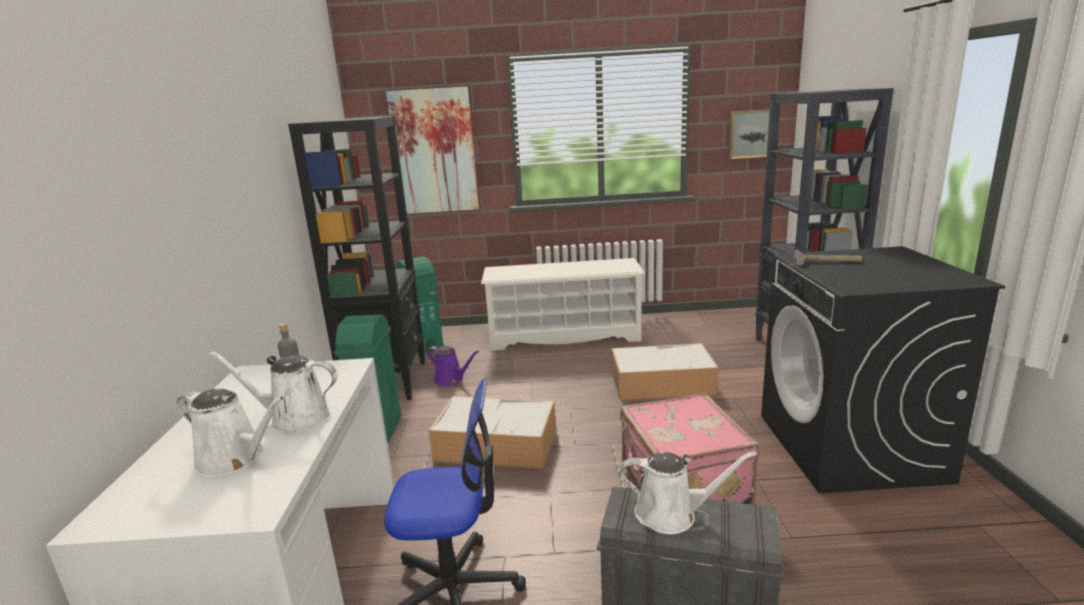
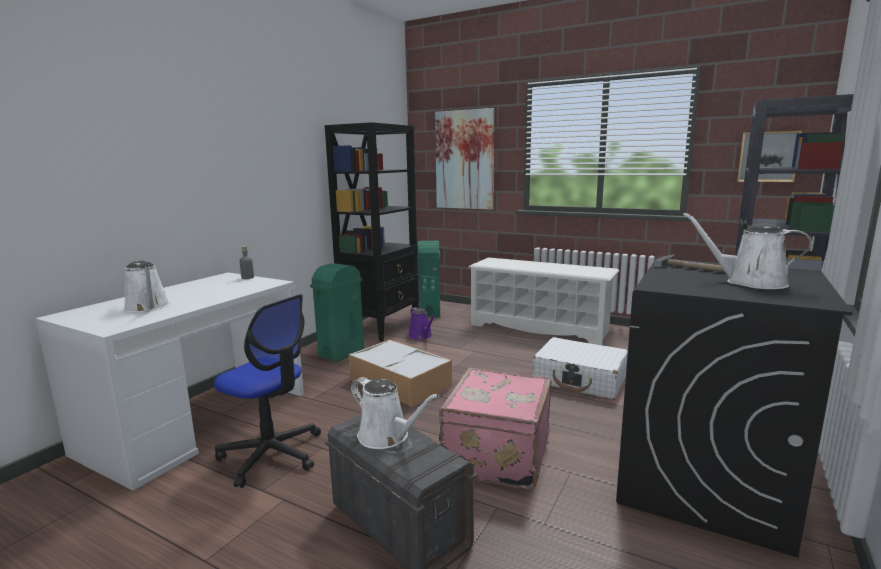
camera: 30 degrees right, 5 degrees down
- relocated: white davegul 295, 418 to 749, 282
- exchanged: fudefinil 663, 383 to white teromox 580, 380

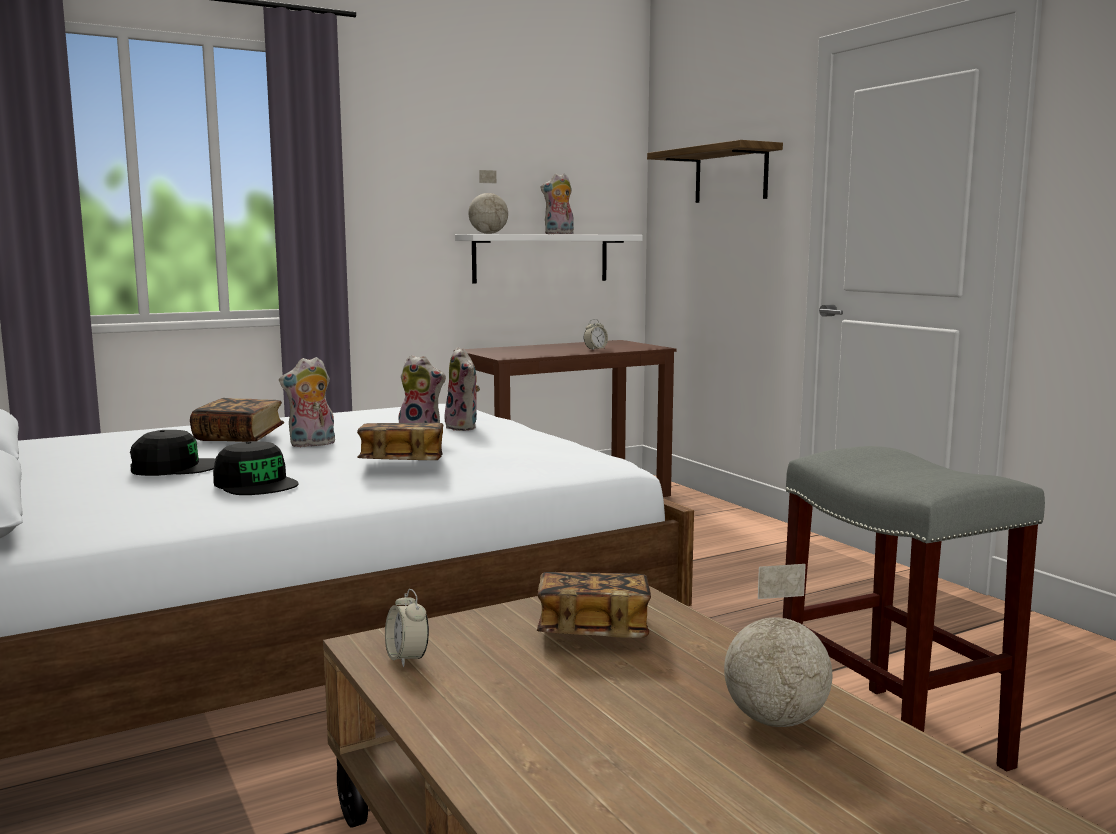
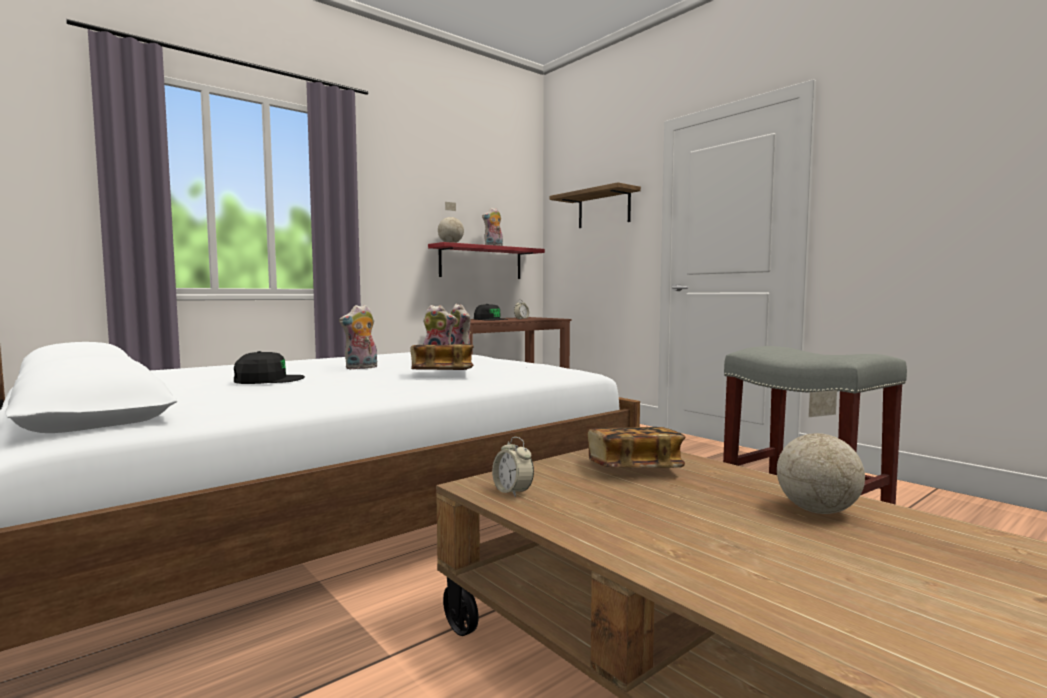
camera: 10 degrees left, 5 degrees down
- missing: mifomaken 239, 438
- relocated: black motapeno 256, 484 to 490, 319
- colour: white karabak 541, 258 to red karabak 481, 262

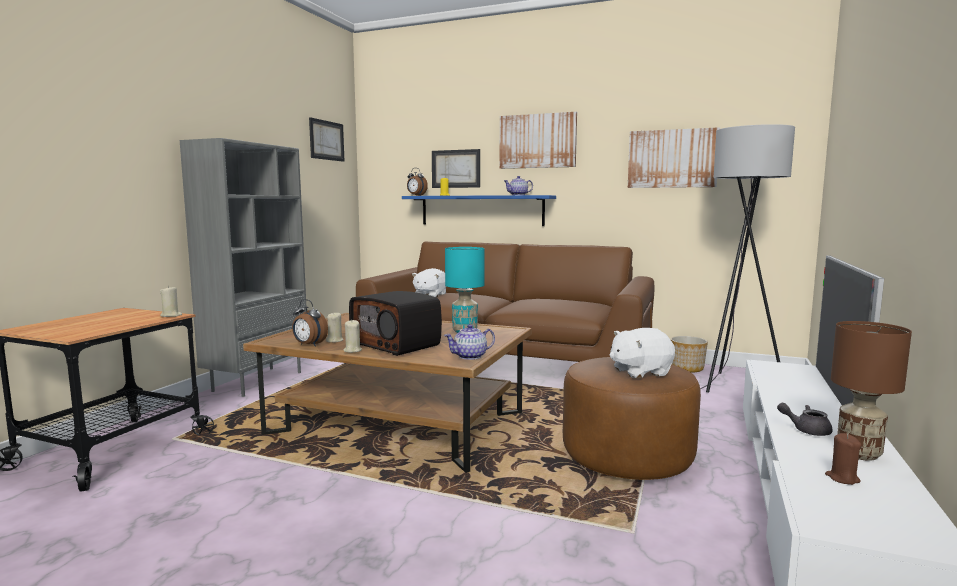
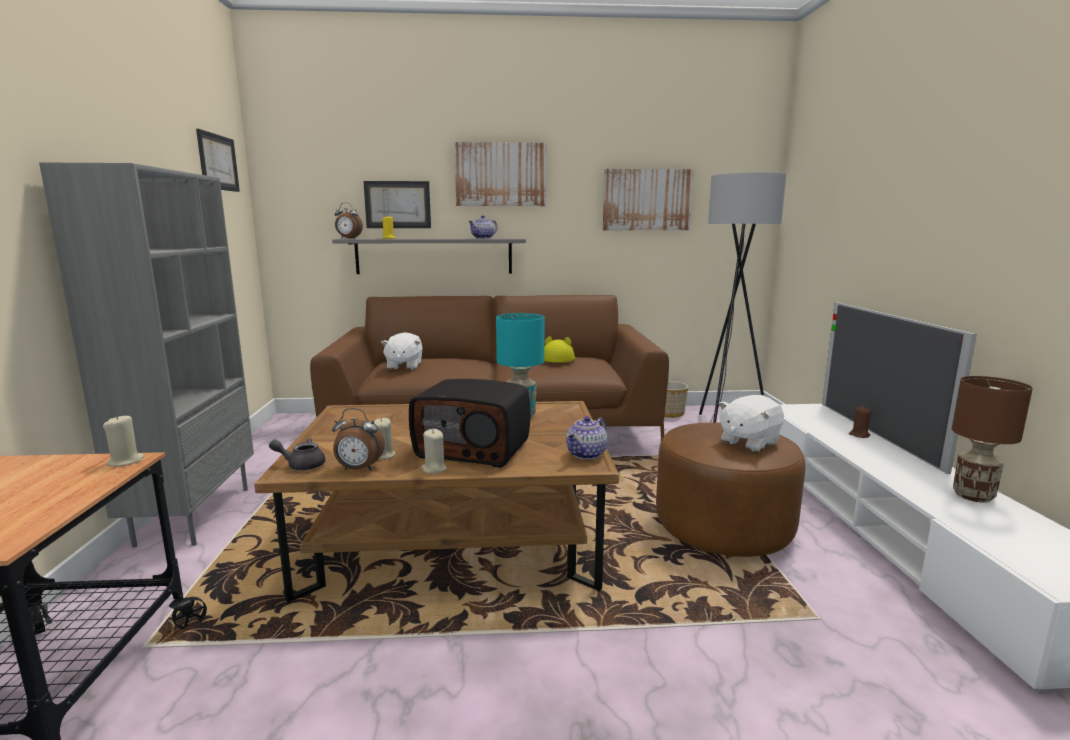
camera: 25 degrees left, 5 degrees up
- appeared: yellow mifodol 558, 358
- relocated: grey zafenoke 806, 430 to 301, 465
- relocated: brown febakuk 842, 478 to 859, 435
- colour: blue karabak 481, 210 to grey karabak 434, 256

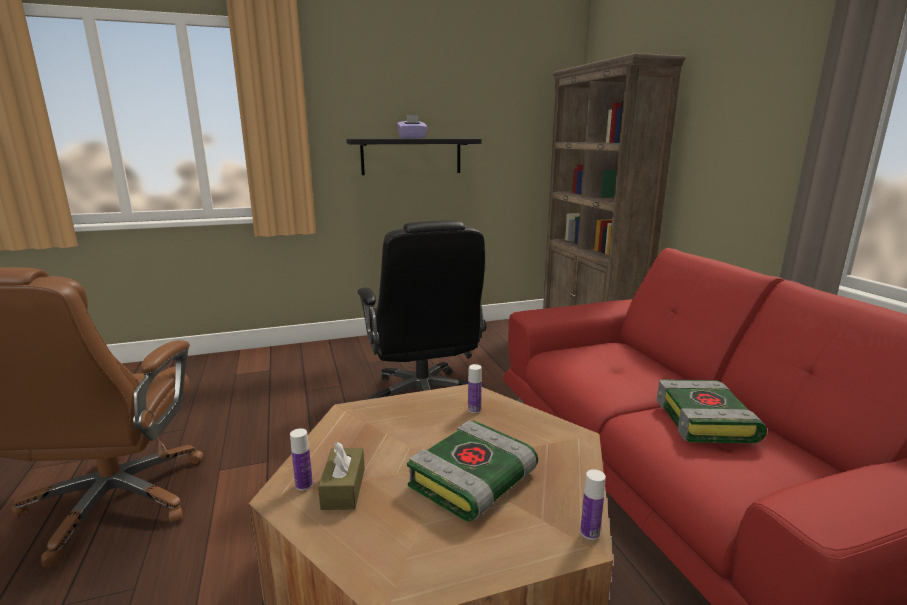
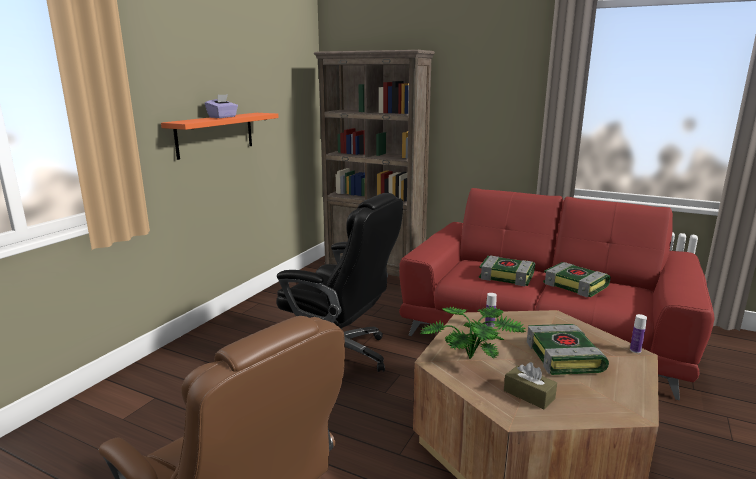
camera: 45 degrees left, 0 degrees up
- missing: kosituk 304, 485
- appeared: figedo 470, 361
- appeared: mifomaken 507, 276
- colour: black karabak 411, 156 to orange karabak 215, 134

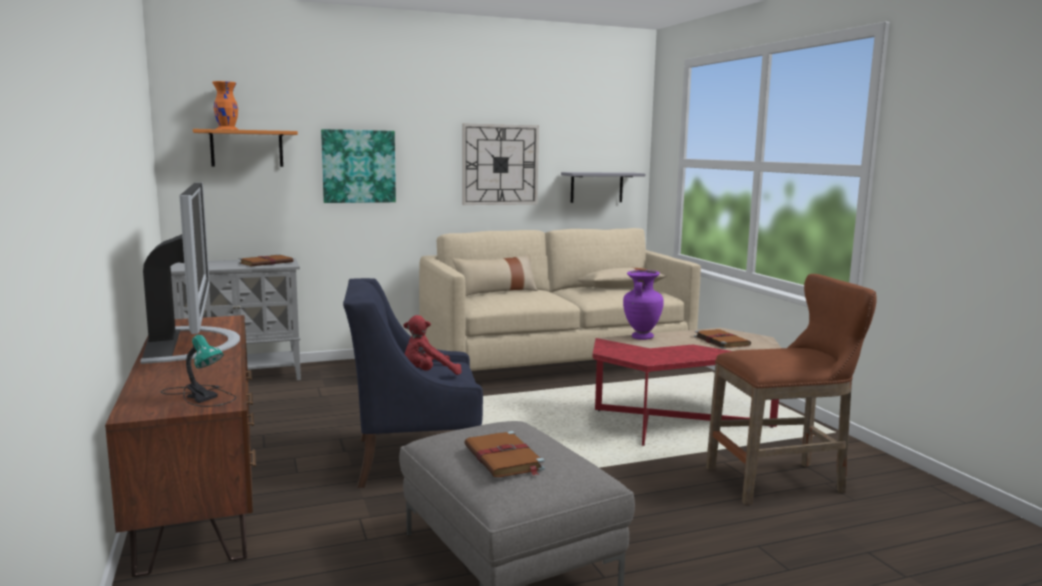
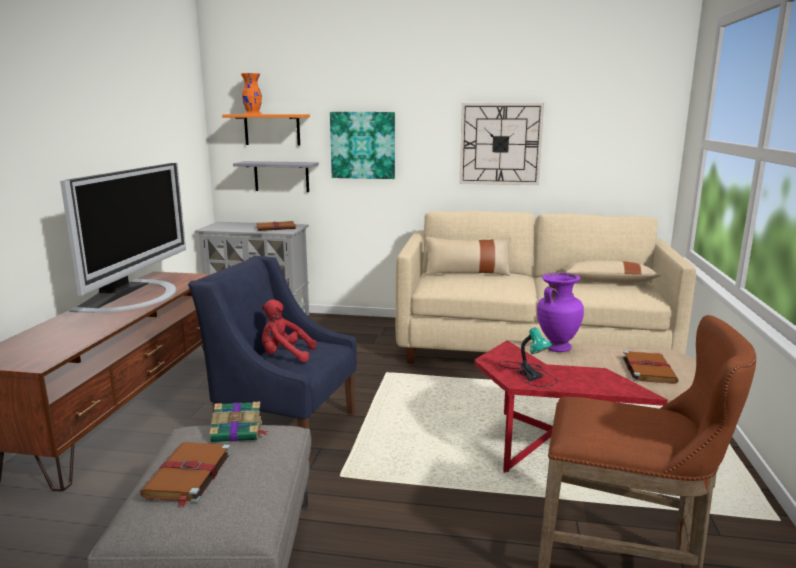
camera: 30 degrees right, 5 degrees up
- appeared: mifomaken 238, 432
- relocated: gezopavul 200, 396 to 529, 373
- relocated: grey karabak 596, 187 to 281, 176

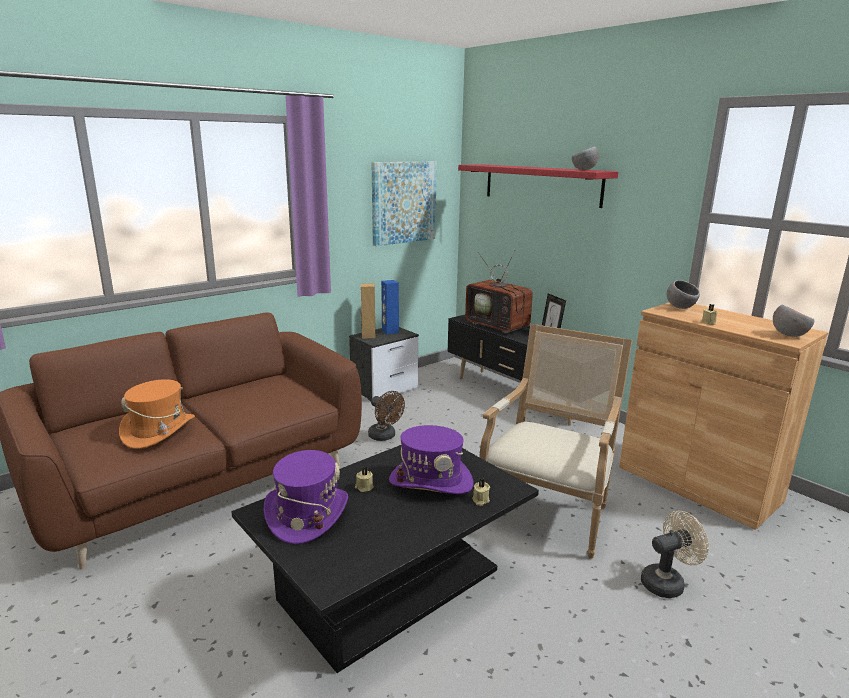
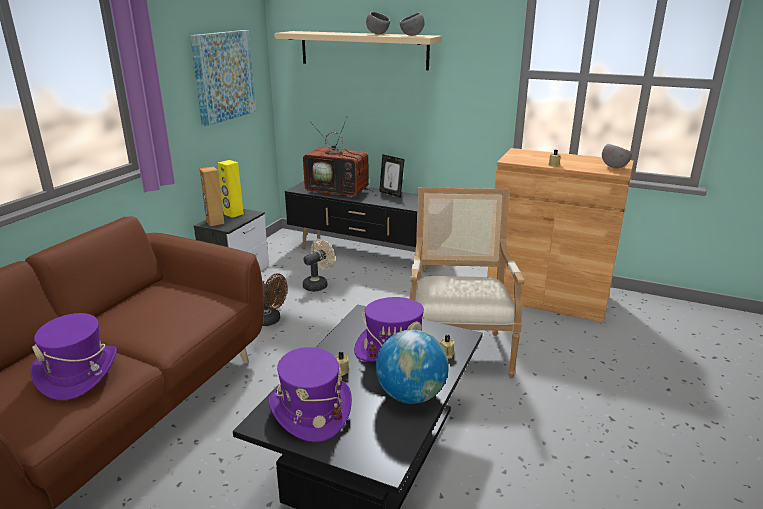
camera: 25 degrees left, 5 degrees up
- appeared: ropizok 411, 395
- relocated: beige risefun 667, 582 to 318, 284
- relocated: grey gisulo 680, 307 to 377, 34
- colour: orange mifodol 159, 431 to purple mifodol 78, 373
- colour: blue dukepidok 390, 331 to yellow dukepidok 233, 214
- colour: red karabak 541, 184 to beige karabak 363, 50

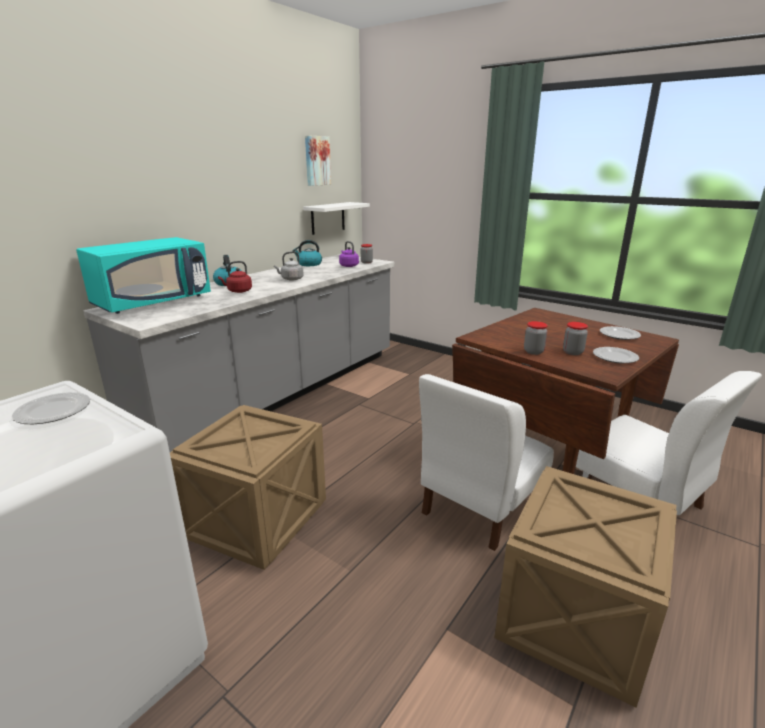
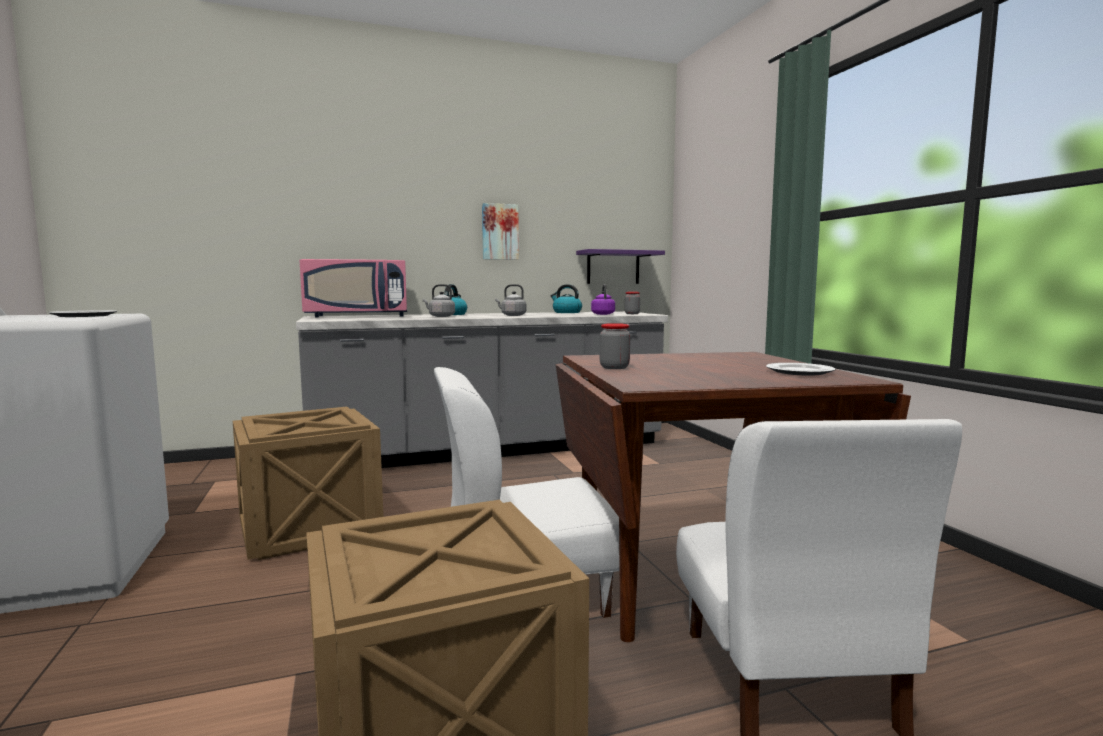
camera: 35 degrees right, 15 degrees down
- missing: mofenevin 572, 352
- missing: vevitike 614, 357
- relocated: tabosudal 316, 161 to 499, 232
- colour: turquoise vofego 153, 302 to pink vofego 358, 316
- colour: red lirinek 238, 291 to grey lirinek 440, 316
- colour: white karabak 328, 218 to purple karabak 613, 267

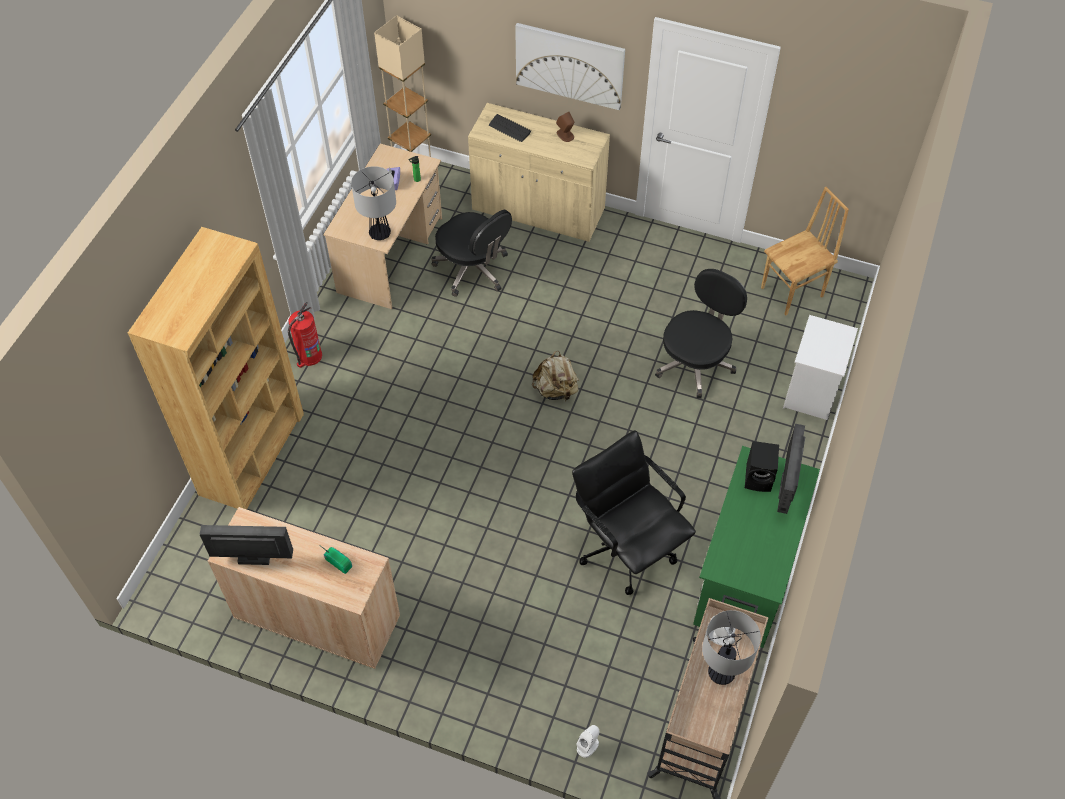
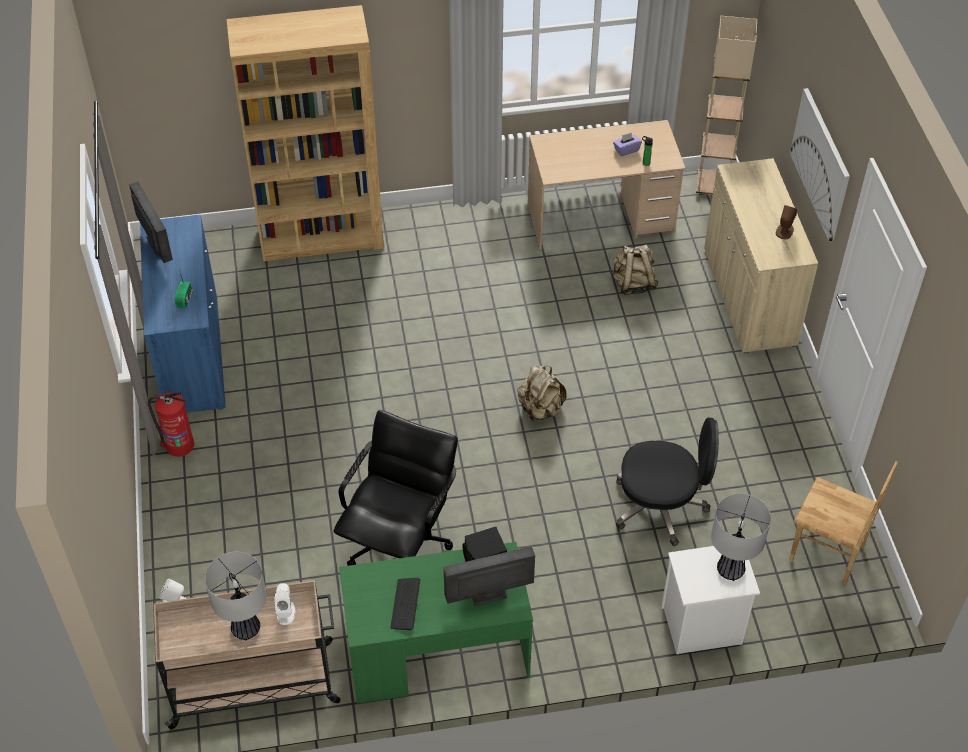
camera: 60 degrees right, 5 degrees down
- relocated: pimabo 309, 356 to 179, 445
- relocated: gezopavul 380, 234 to 730, 570
- relocated: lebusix 509, 129 to 405, 604
- exchanged: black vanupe 473, 270 to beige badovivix 633, 283
- colour: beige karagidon 317, 617 to blue karagidon 192, 356

